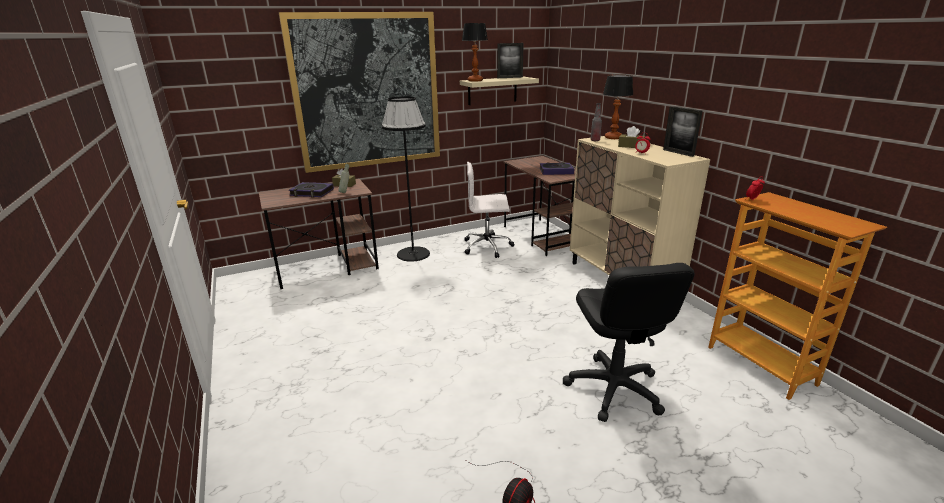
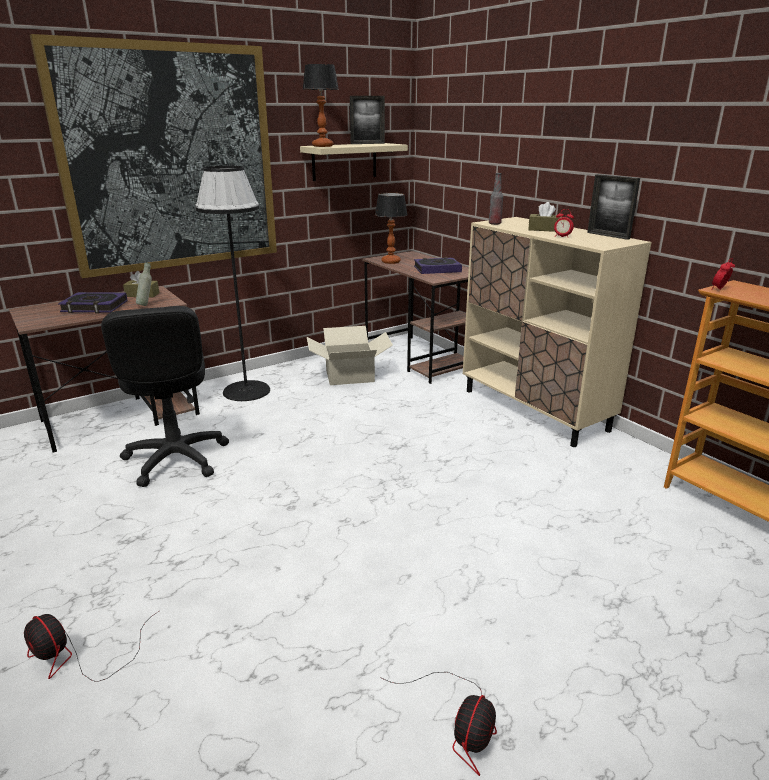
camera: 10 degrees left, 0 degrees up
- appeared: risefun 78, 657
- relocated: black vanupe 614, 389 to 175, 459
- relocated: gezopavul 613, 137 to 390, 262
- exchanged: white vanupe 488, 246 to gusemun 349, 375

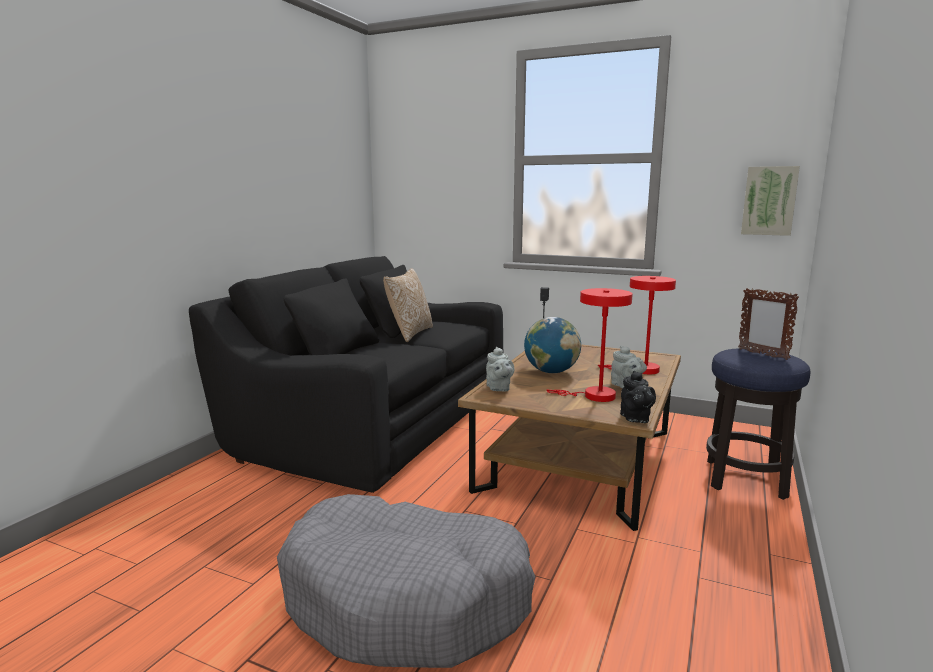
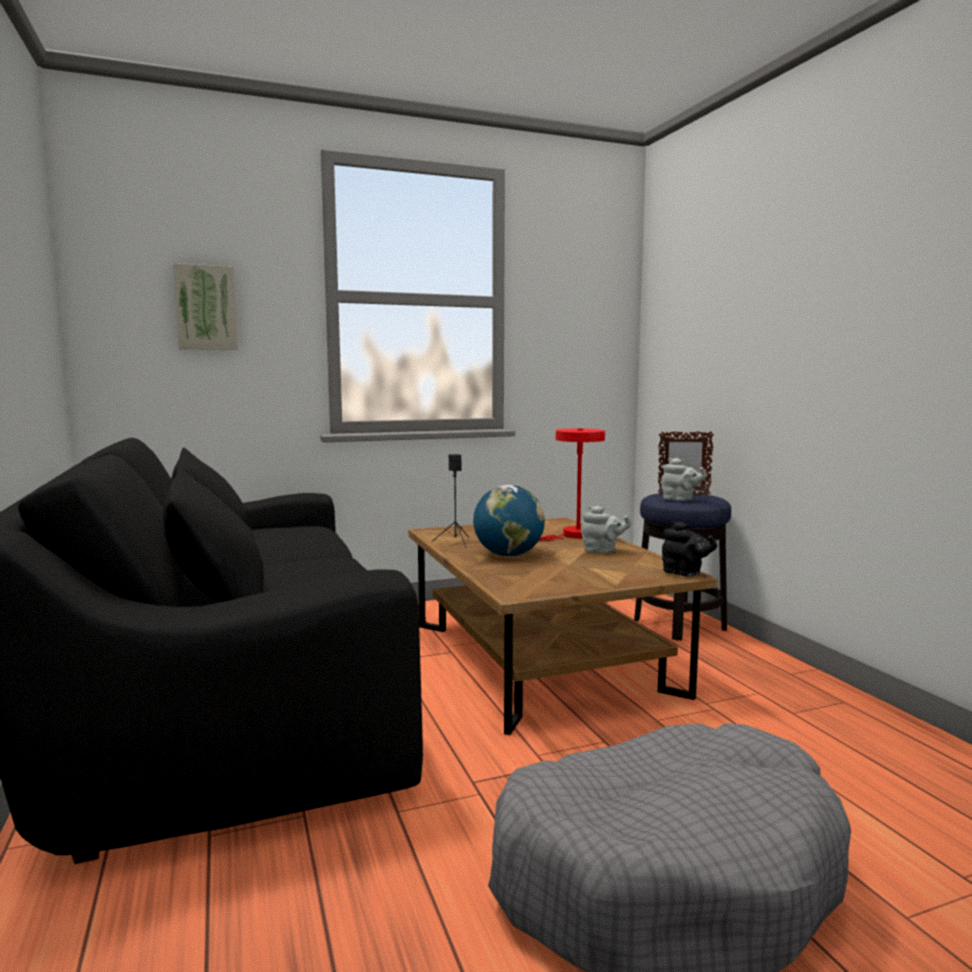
camera: 45 degrees left, 5 degrees down
- missing: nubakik 409, 334
- missing: red gezopavul 594, 396
- relocated: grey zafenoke 498, 388 to 680, 499
- relocated: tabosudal 769, 201 to 206, 308

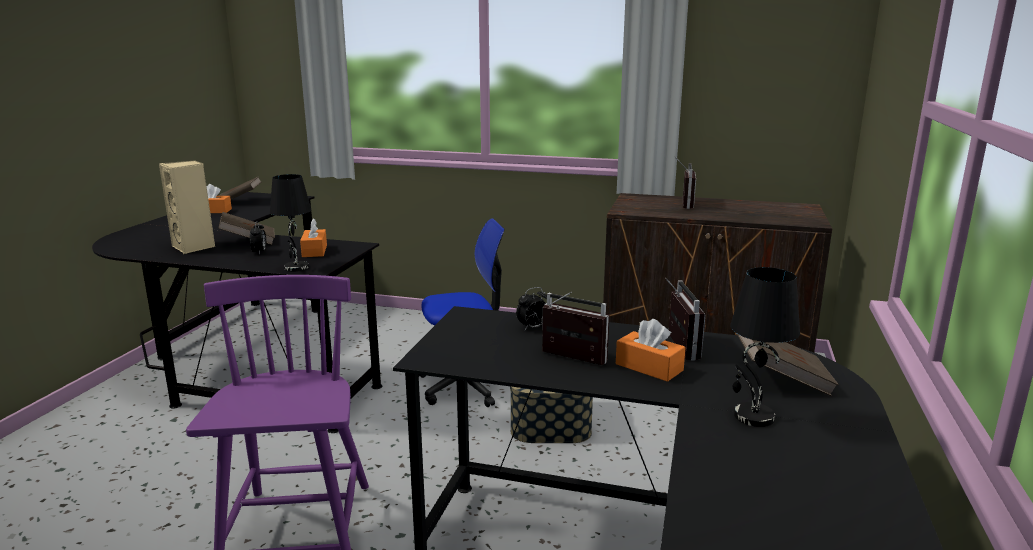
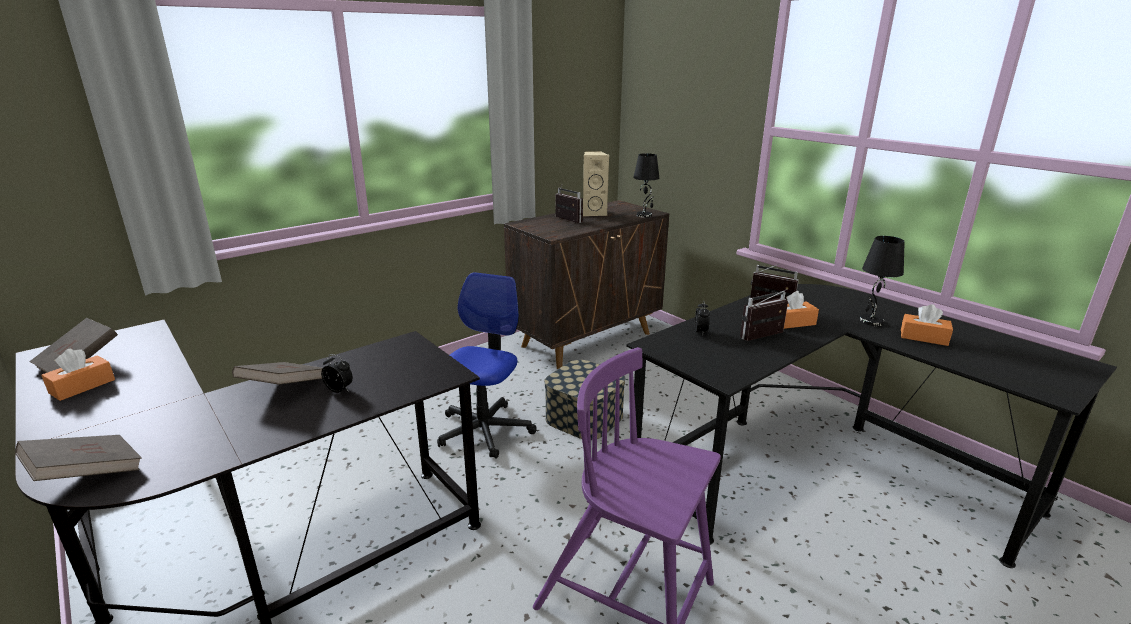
camera: 55 degrees left, 5 degrees up
- relocated: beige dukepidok 194, 247 to 593, 213
- relocated: black gezopavul 296, 268 to 644, 215
- relocated: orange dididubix 314, 251 to 923, 337
- relocated: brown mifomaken 782, 379 to 87, 474

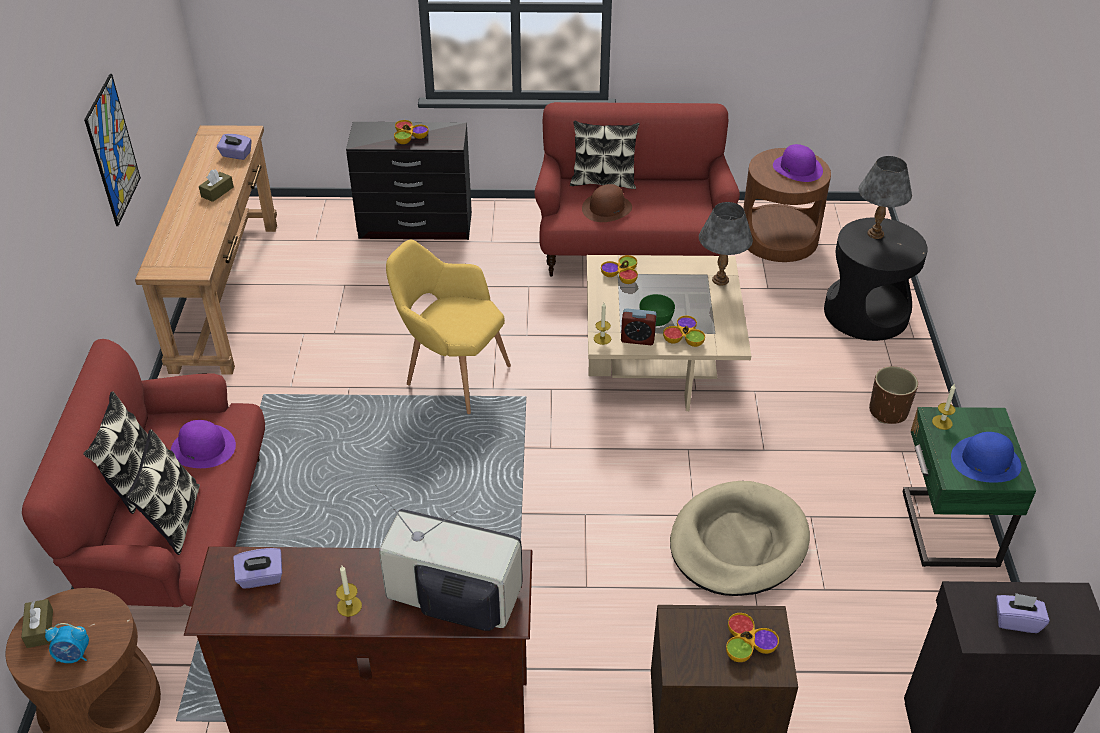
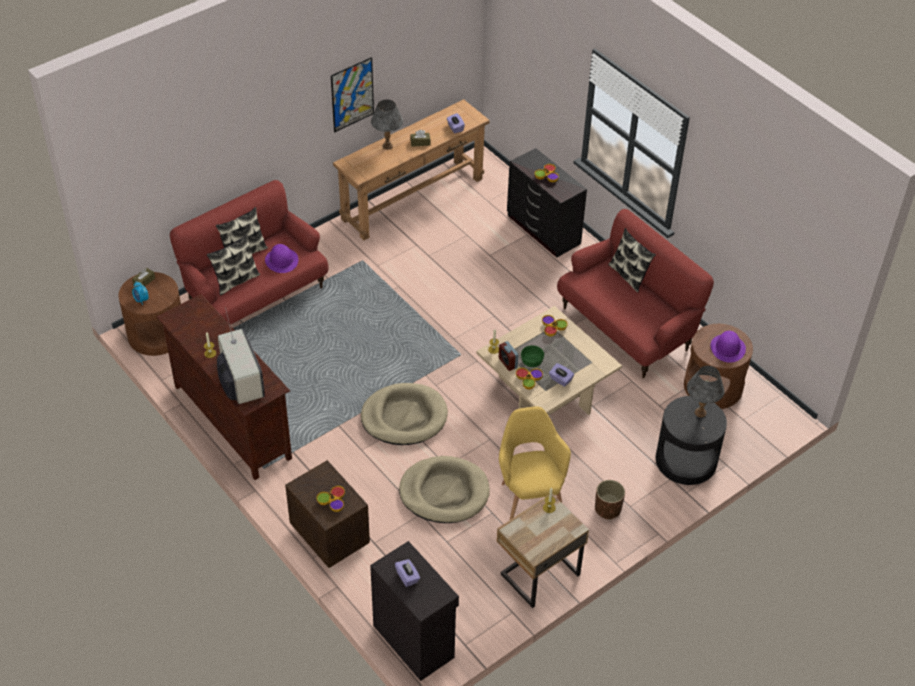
camera: 50 degrees right, 5 degrees up
- missing: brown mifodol 607, 208
- missing: blue mifodol 985, 461
- appeared: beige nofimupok 404, 417
- relocated: purple dididubix 261, 578 to 560, 380
- relocated: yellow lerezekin 451, 374 to 529, 498
- relocated: grey gezopavul 720, 280 to 387, 146
- colour: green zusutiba 945, 530 to beige zusutiba 538, 574

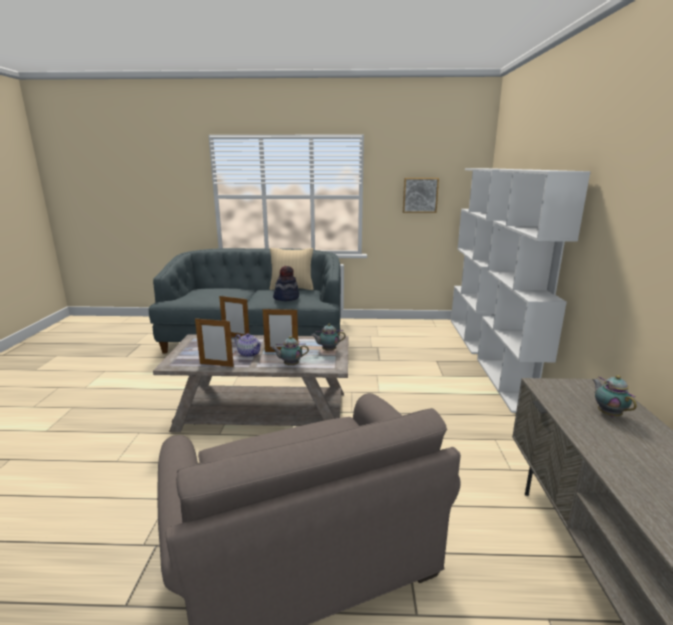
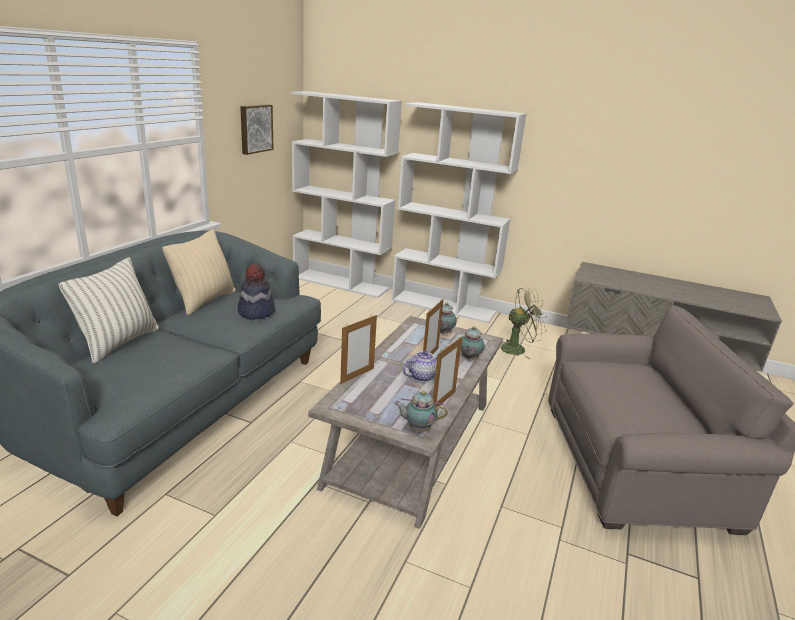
camera: 70 degrees left, 5 degrees up
- appeared: nubakik 119, 343
- appeared: green risefun 517, 349
- relocated: zafenoke 608, 413 to 418, 429

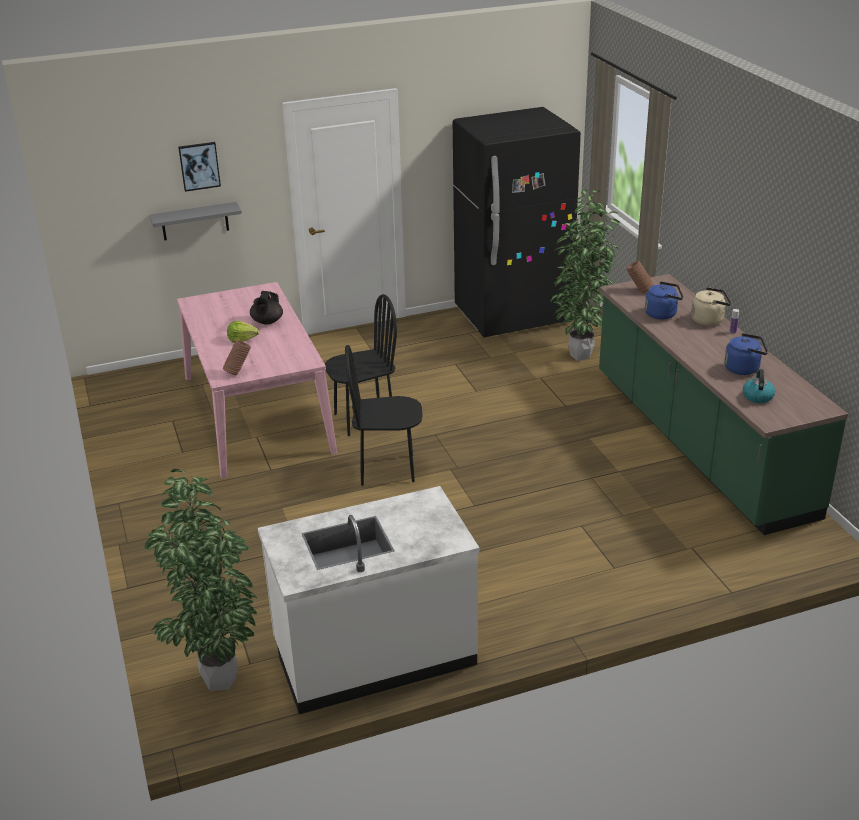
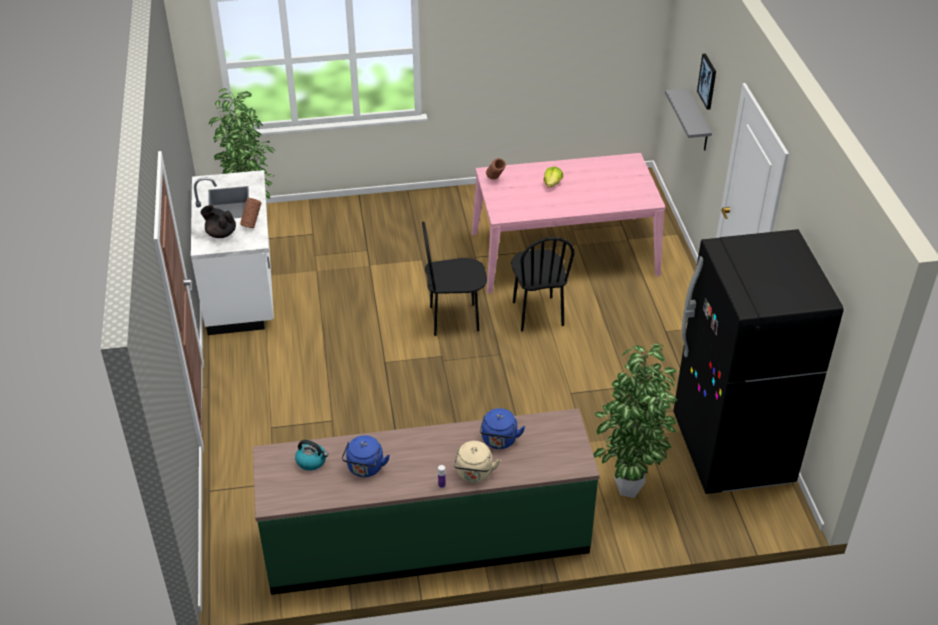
camera: 100 degrees right, 10 degrees up
- relocated: black zafenoke 267, 322 to 221, 233
- relocated: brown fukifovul 639, 291 to 252, 225
- spun: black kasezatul 387, 469 = 454, 319 105 degrees counterclockwise

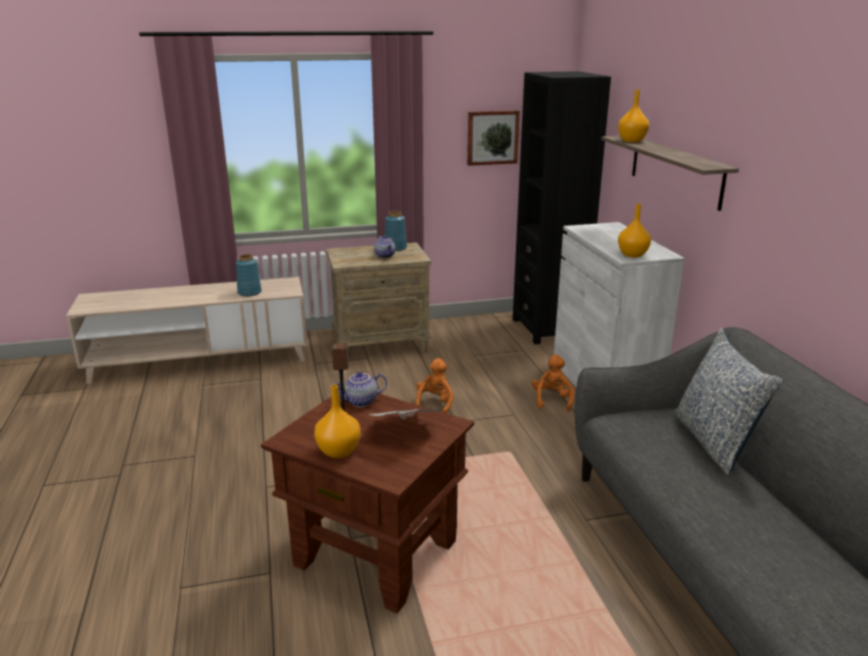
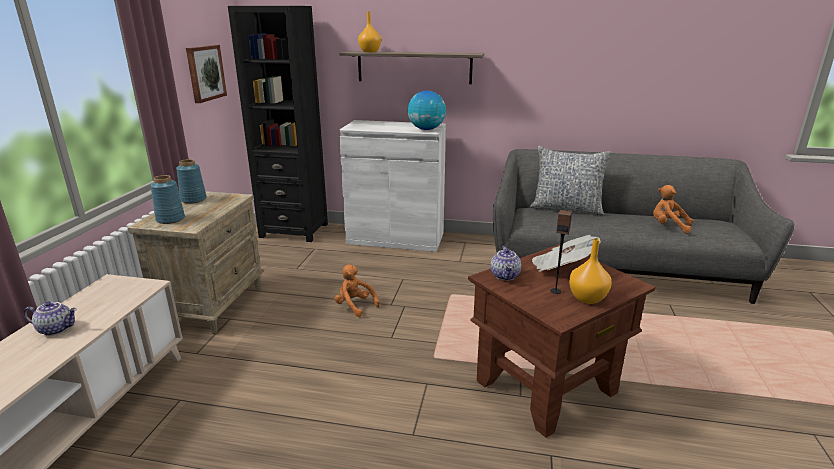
camera: 65 degrees left, 0 degrees up
- relocated: blue fukifovul 249, 292 to 170, 219
- relocated: zafenoke 385, 256 to 57, 329
- relocated: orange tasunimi 552, 400 to 668, 226
- exchanged: orange fukifovul 631, 254 to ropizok 426, 129

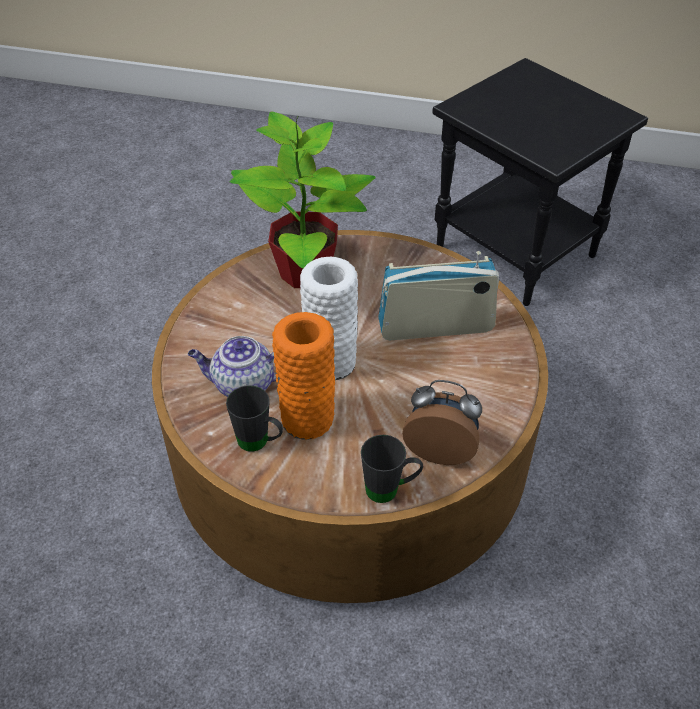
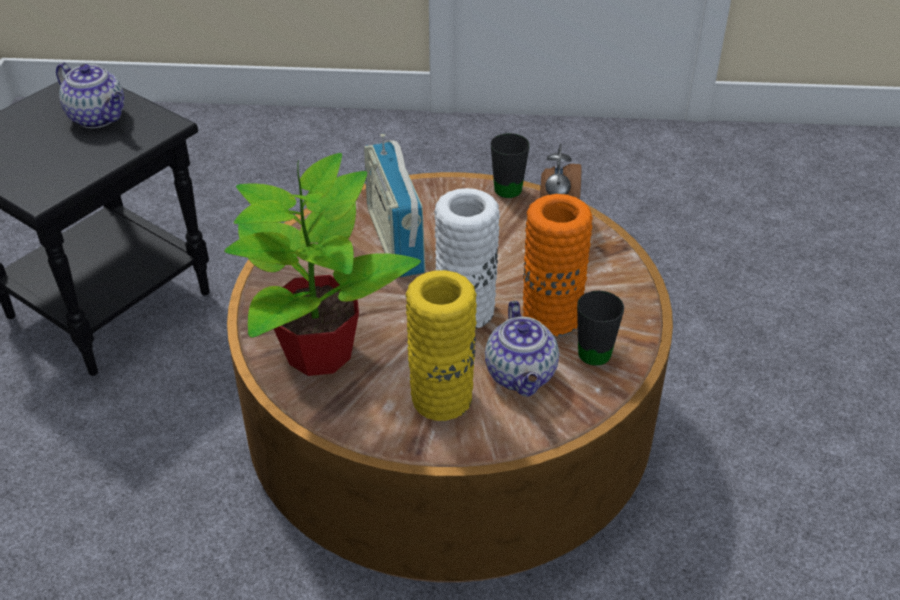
camera: 100 degrees left, 5 degrees down
- appeared: zafenoke 99, 117
- appeared: yellow fukifovul 442, 398
- relocated: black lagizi 390, 490 to 506, 185

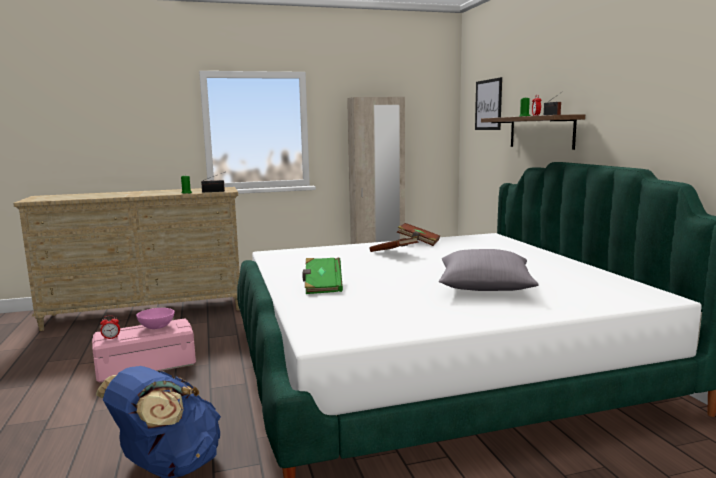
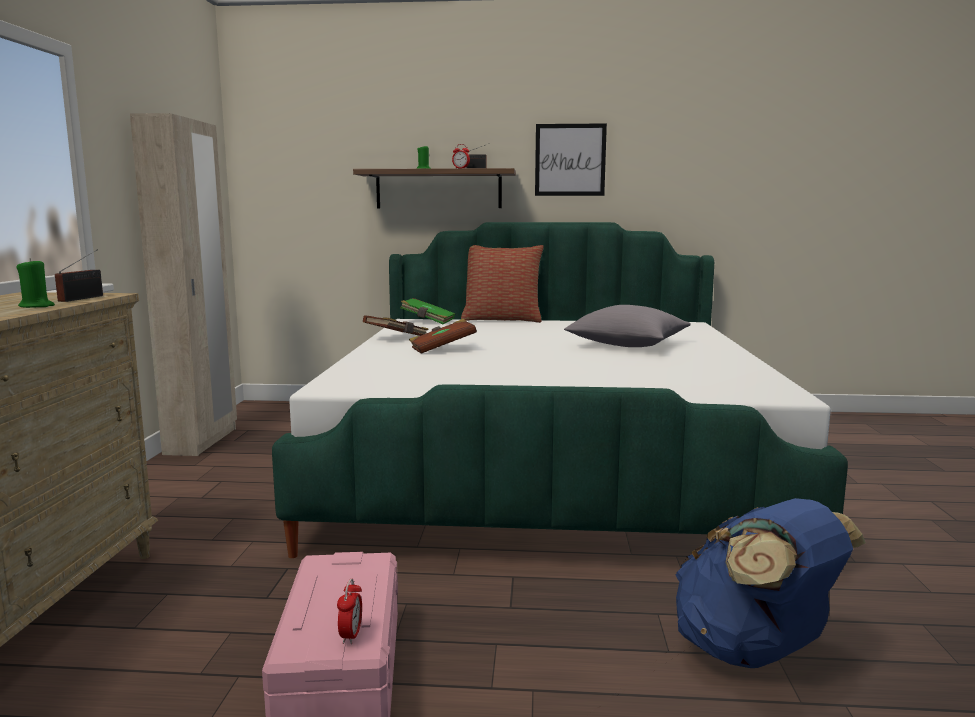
camera: 70 degrees left, 0 degrees up
- missing: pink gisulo 157, 326
- appeared: nubakik 502, 320
- relocated: green mifomaken 322, 286 to 427, 321
- relocated: tabosudal 488, 105 to 570, 160

